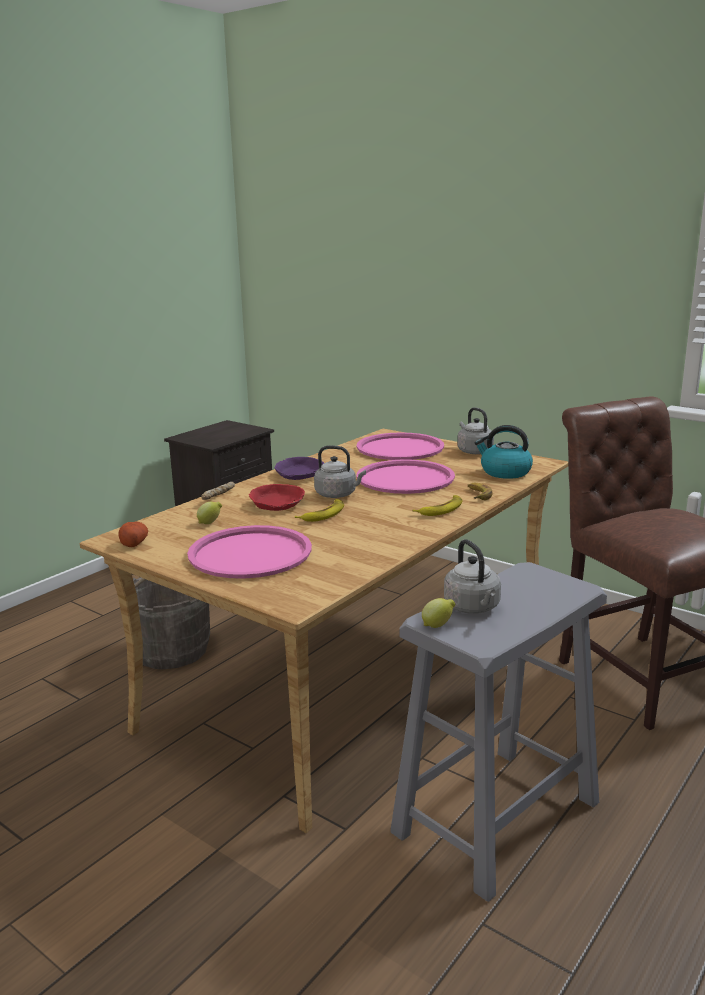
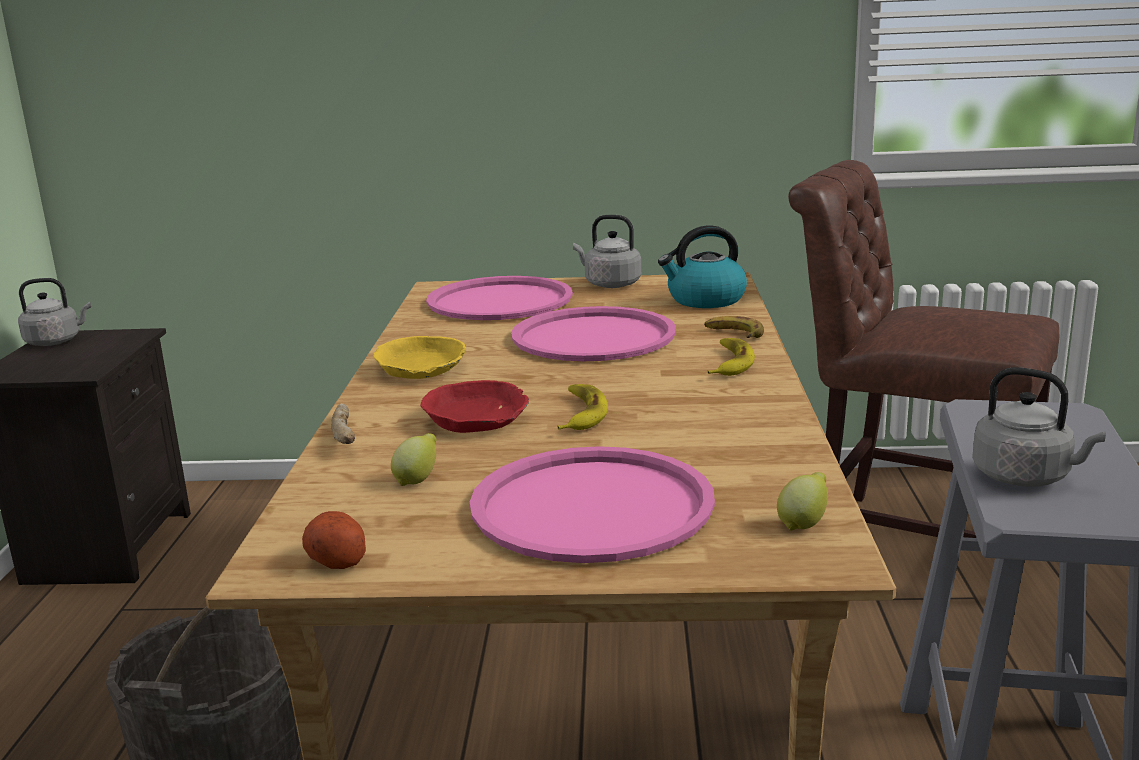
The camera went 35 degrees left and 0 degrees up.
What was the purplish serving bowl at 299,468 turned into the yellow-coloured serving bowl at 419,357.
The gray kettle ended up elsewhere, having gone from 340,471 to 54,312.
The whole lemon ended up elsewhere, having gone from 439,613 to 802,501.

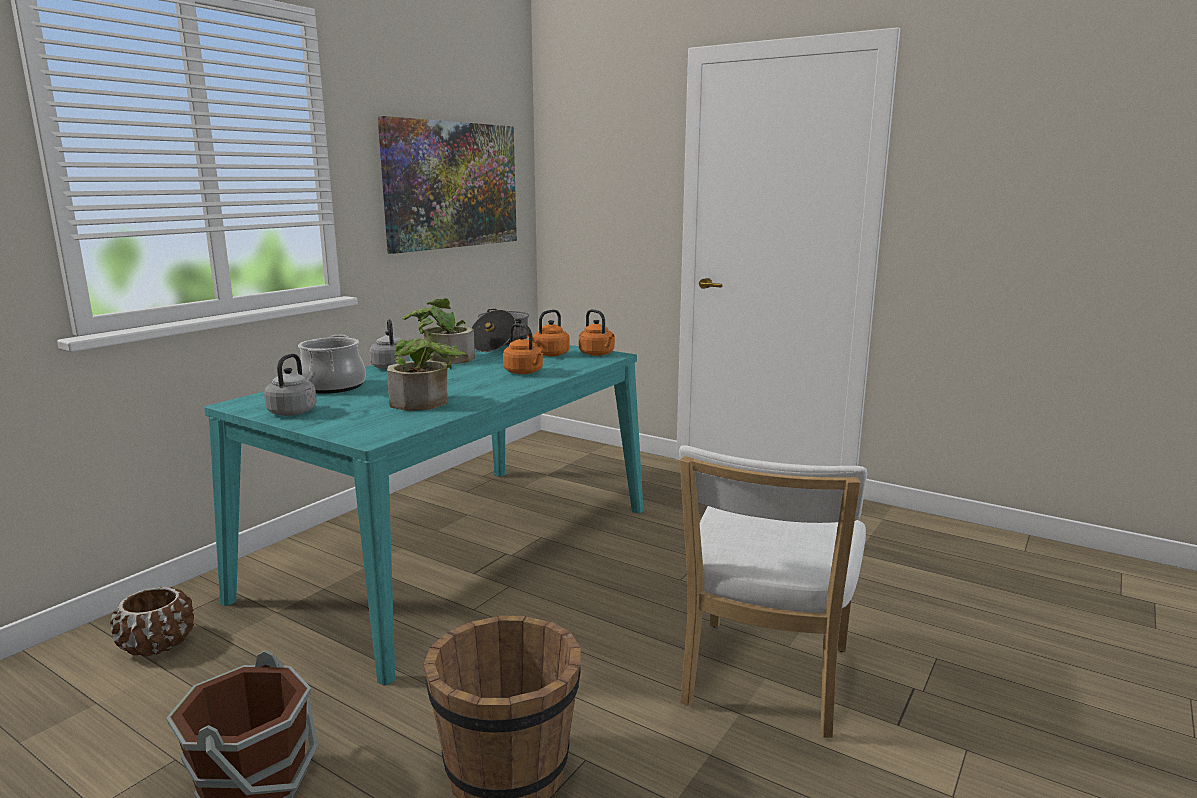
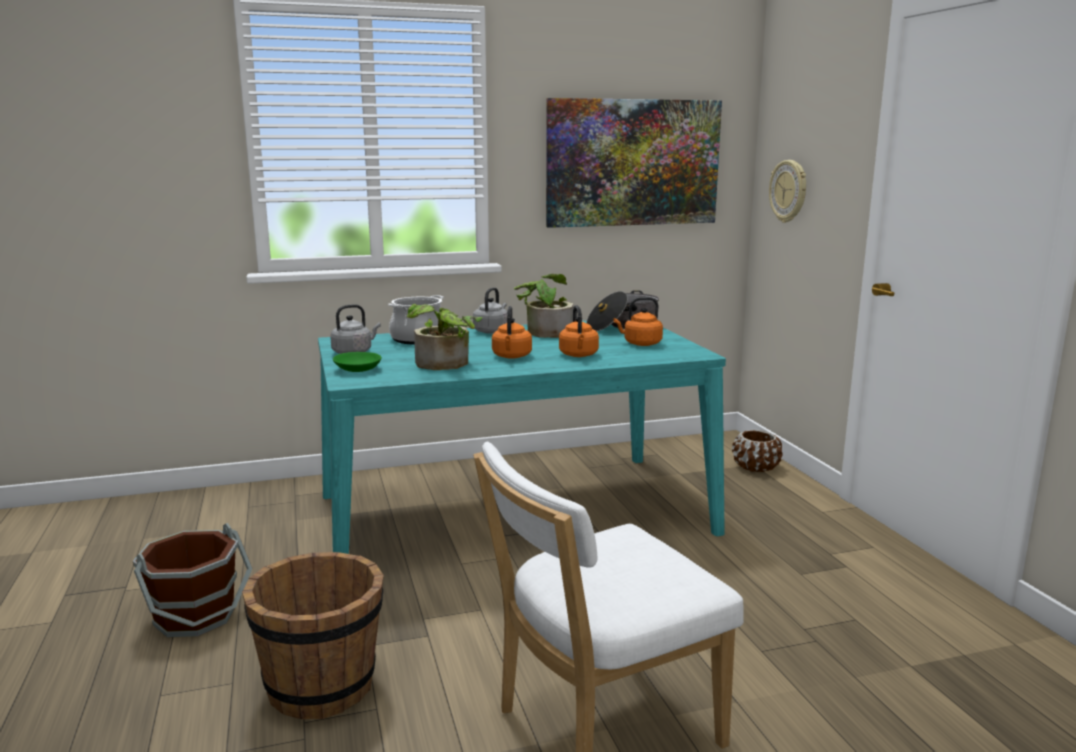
The camera went 40 degrees right and 0 degrees up.
The brownish planter ended up elsewhere, having gone from 152,622 to 757,451.
The orange-coloured kettle ended up elsewhere, having gone from 597,332 to 512,332.
The second view gained the greenish serving bowl at 357,362.
The second view gained the clock on the wall at 787,191.

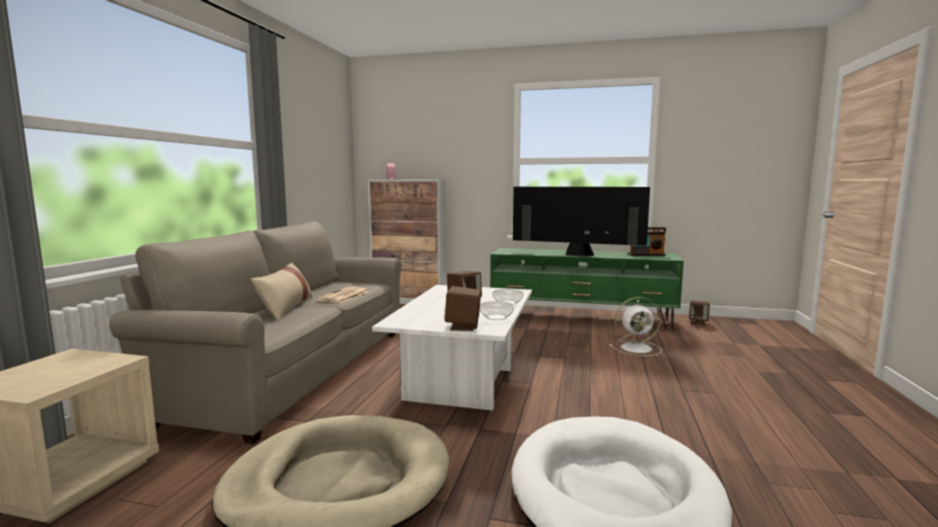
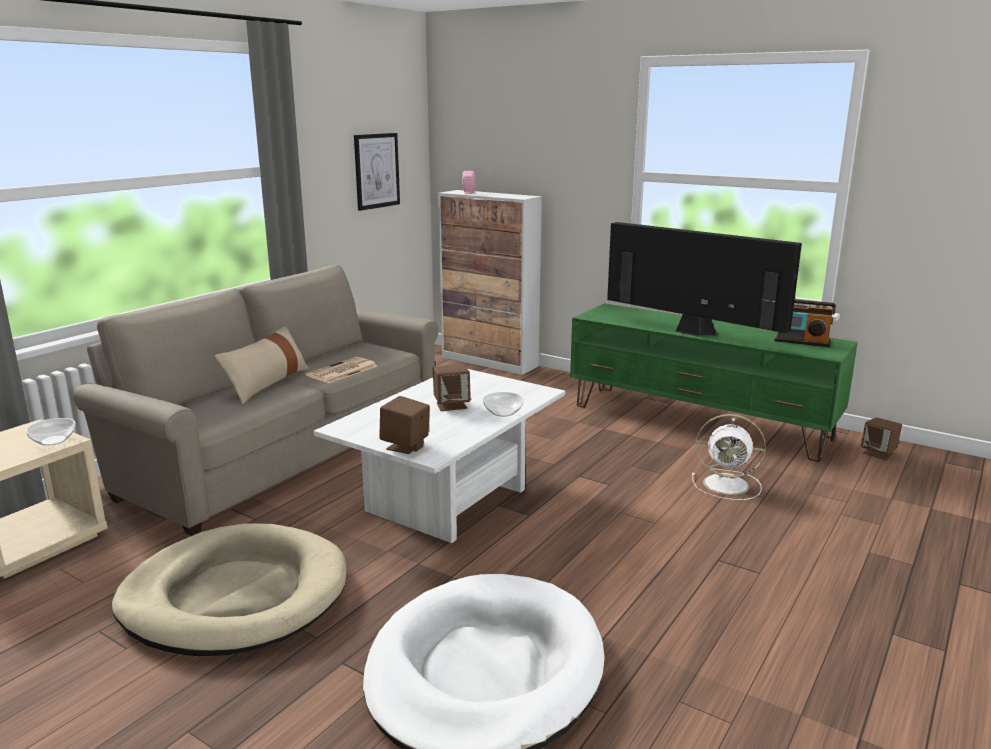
The camera went 20 degrees right and 10 degrees up.
The serving bowl ended up elsewhere, having gone from 497,310 to 51,432.
The second view gained the wall picture at 377,172.

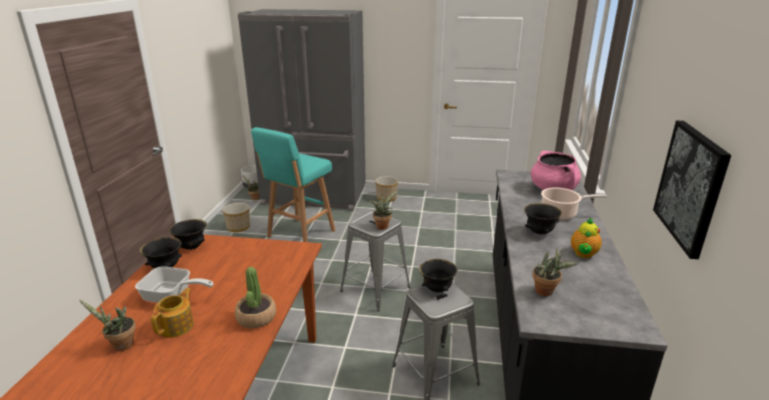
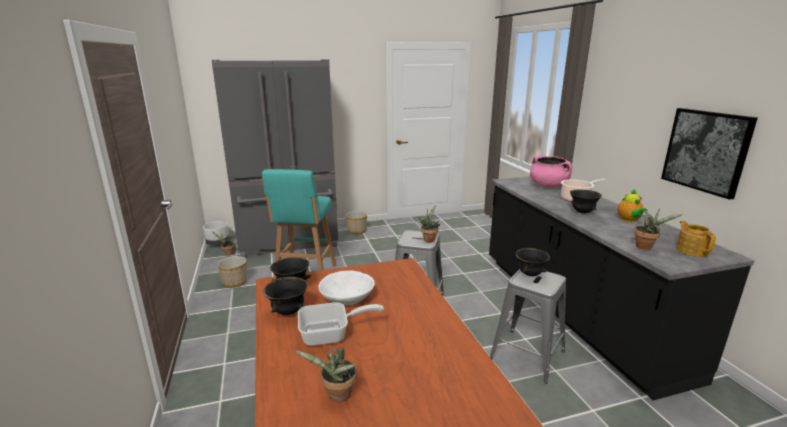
The camera went 25 degrees left and 5 degrees down.
The pot for tea ended up elsewhere, having gone from 172,313 to 696,239.
The second view lost the houseplant at 255,298.
The second view gained the whitish serving bowl at 346,288.

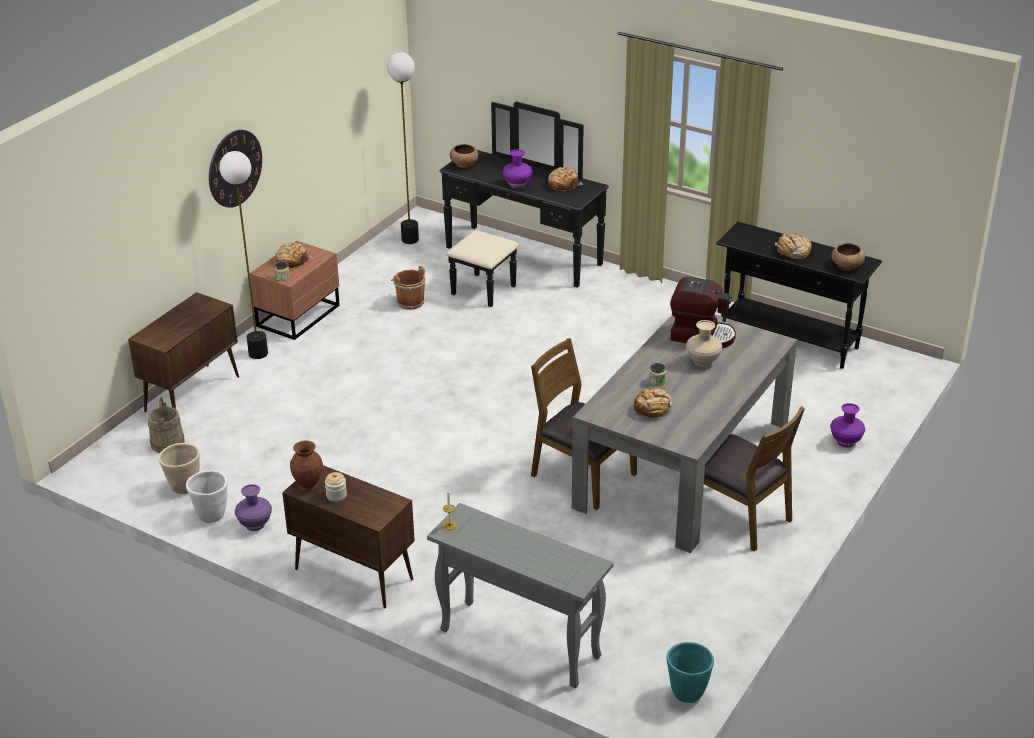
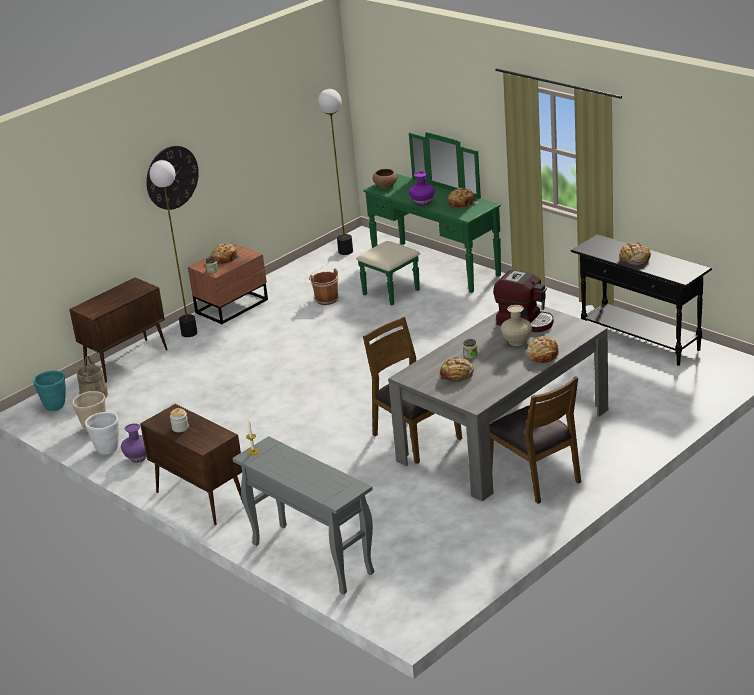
The camera went 15 degrees right and 5 degrees down.
The second view lost the brownish decorative vase at 306,465.
What was the black drawer chest at 524,204 turned into the greenish drawer chest at 428,218.
The blue-green planter ended up elsewhere, having gone from 690,672 to 49,391.
The second view lost the purplish decorative vase at 847,425.
The second view lost the brownish serving bowl at 848,257.
The second view gained the bread at 542,349.

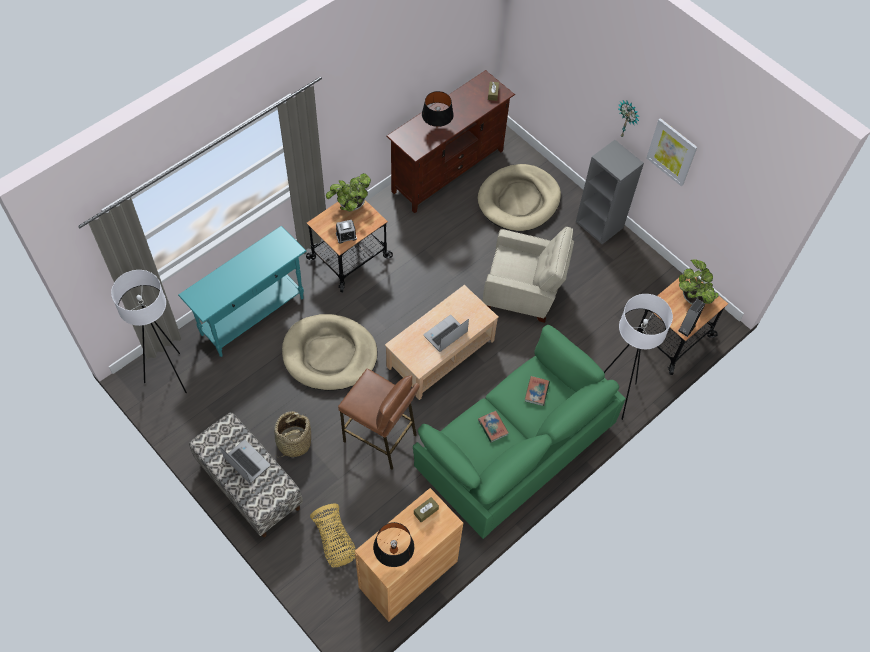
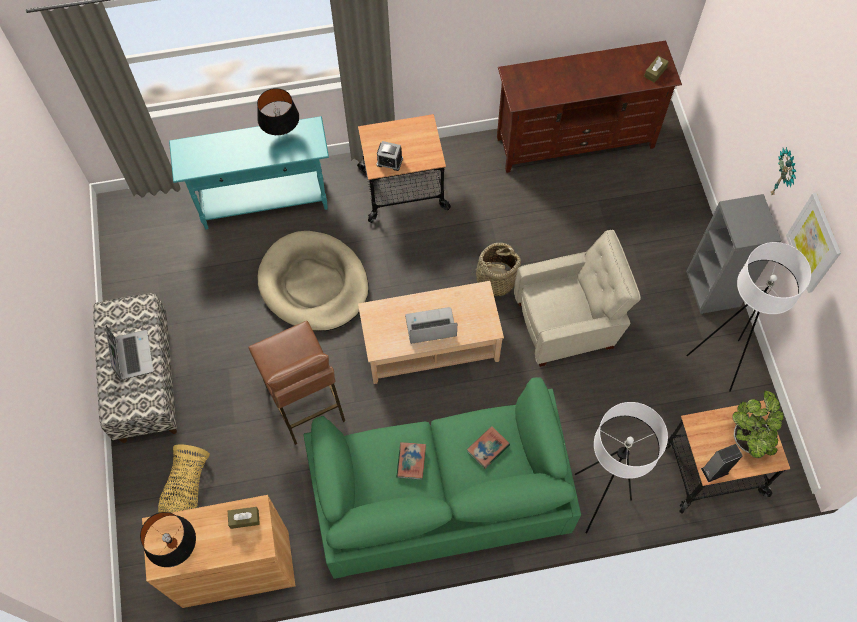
The camera went 35 degrees right and 5 degrees up.
The whitish standard lamp ended up elsewhere, having gone from 149,331 to 748,317.
The household basket ended up elsewhere, having gone from 292,434 to 498,269.
The second view lost the houseplant at 348,192.
The black lamp for a table ended up elsewhere, having gone from 438,109 to 278,111.
The second view lost the beige dog bed at 519,197.
The beige lounge chair at 528,275 ended up facing another way, 60 degrees counterclockwise from before.

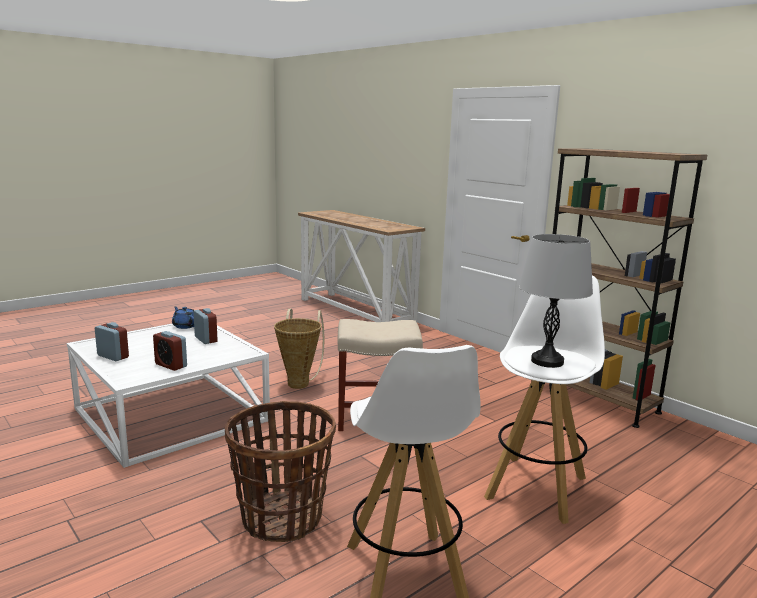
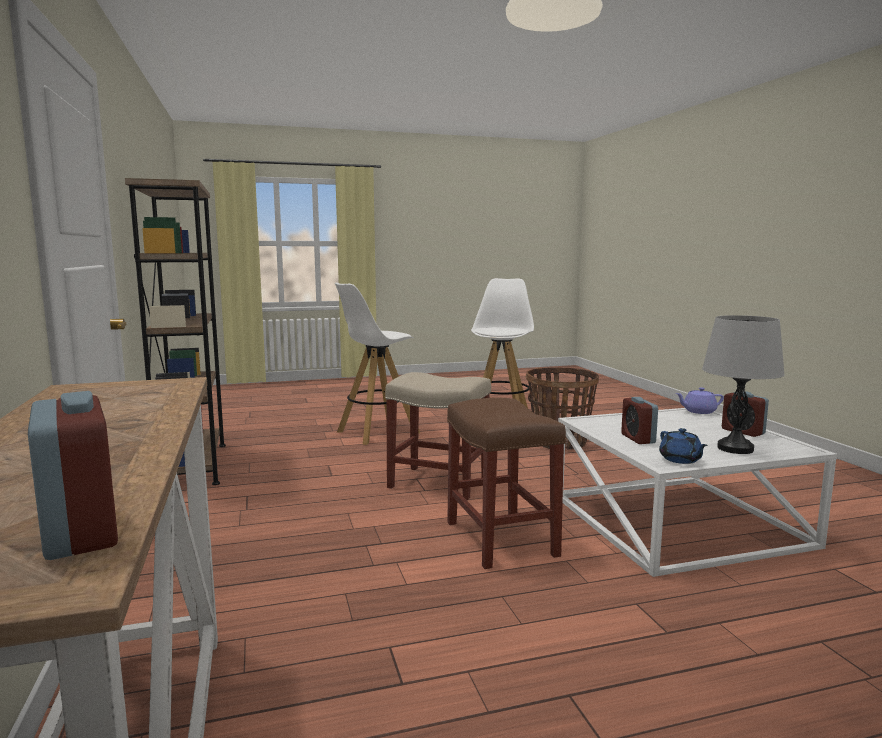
The camera went 155 degrees left and 5 degrees down.
The alarm clock ended up elsewhere, having gone from 170,351 to 73,475.
Where the household basket stood at 299,349, the brownish stool seat came to stand at 506,483.
The gray lamp for a table ended up elsewhere, having gone from 556,301 to 743,384.
The second view gained the purplish pot for tea at 699,400.

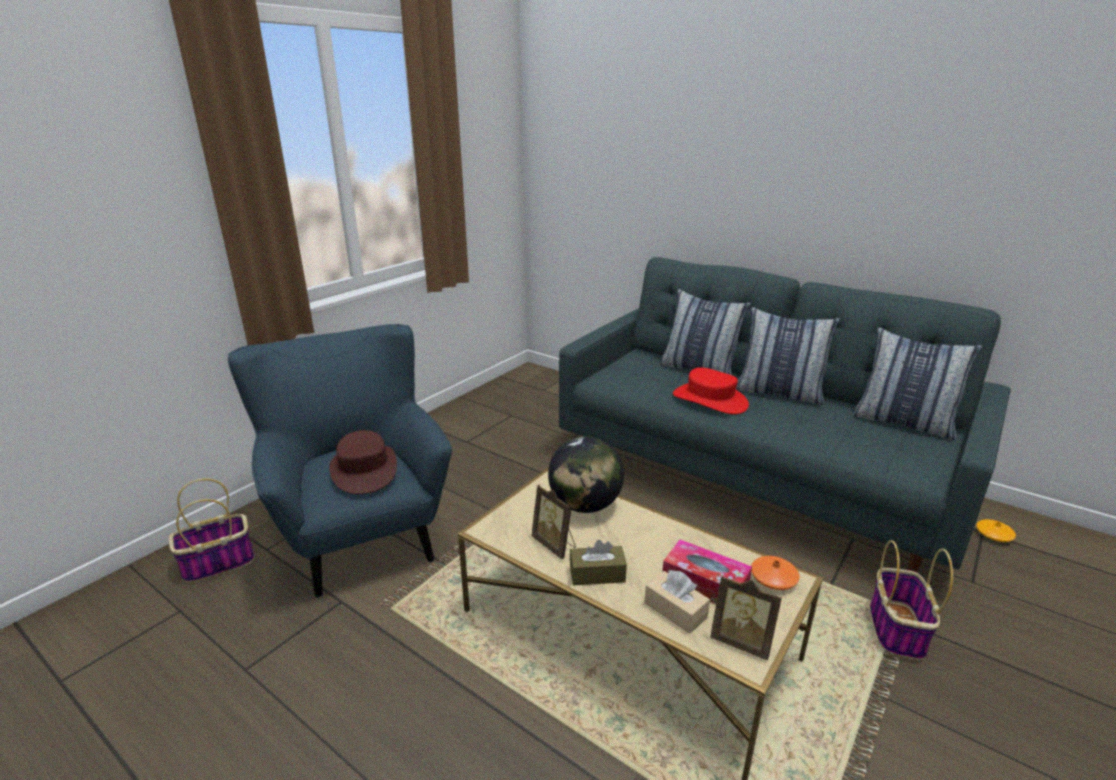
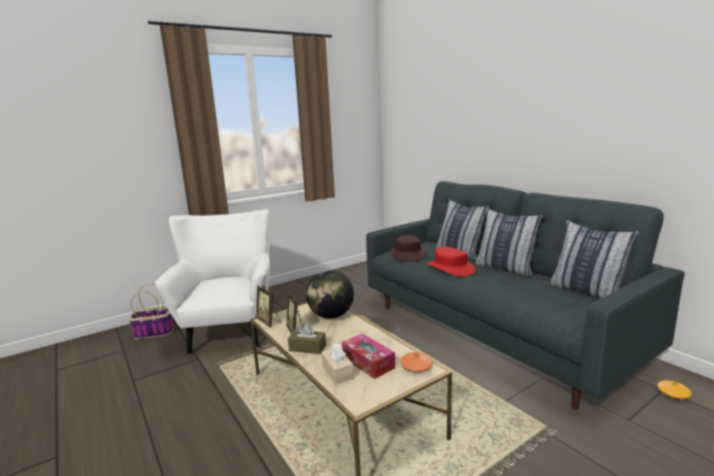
The camera went 20 degrees right and 10 degrees down.
What was the bluish lounge chair at 340,461 turned into the whitish lounge chair at 212,282.
The brownish clothing hat ended up elsewhere, having gone from 363,462 to 408,248.
The standing frame ended up elsewhere, having gone from 746,617 to 268,306.
The second view lost the household basket at 911,600.

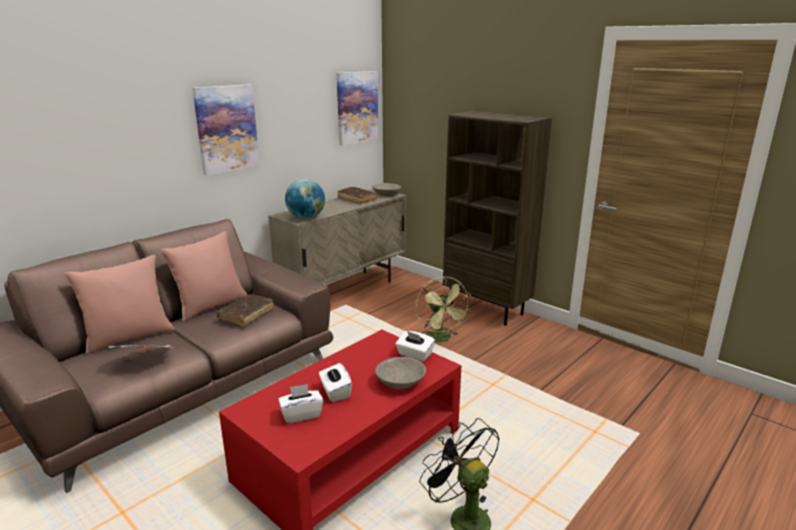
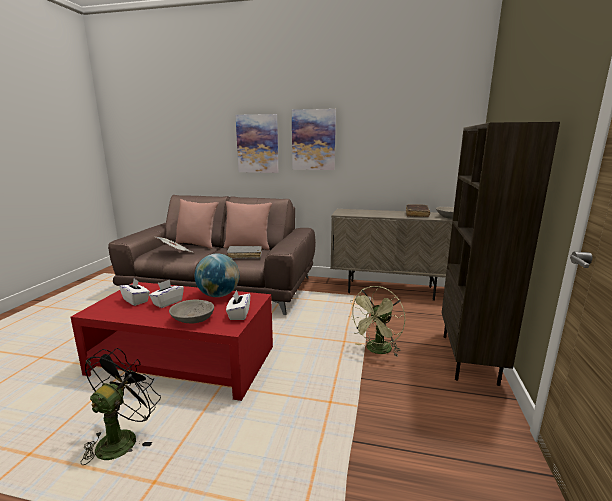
The camera went 60 degrees right and 5 degrees down.
What was the brownish book at 245,311 turned into the gray book at 244,252.
The globe ended up elsewhere, having gone from 305,199 to 216,275.
The wall picture ended up elsewhere, having gone from 357,108 to 257,143.

